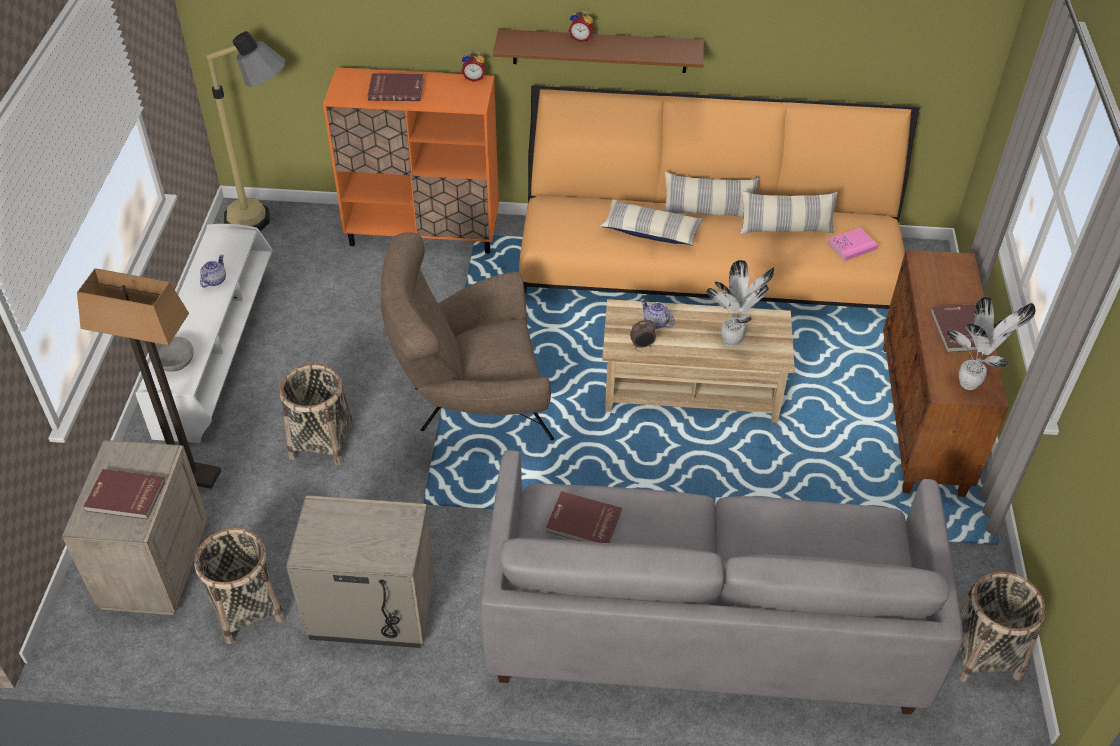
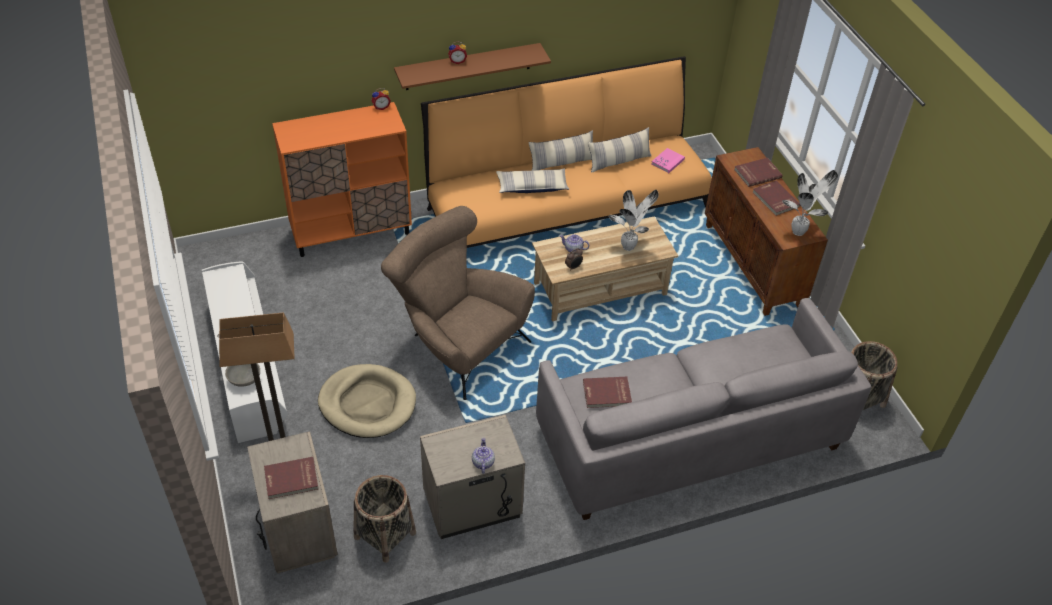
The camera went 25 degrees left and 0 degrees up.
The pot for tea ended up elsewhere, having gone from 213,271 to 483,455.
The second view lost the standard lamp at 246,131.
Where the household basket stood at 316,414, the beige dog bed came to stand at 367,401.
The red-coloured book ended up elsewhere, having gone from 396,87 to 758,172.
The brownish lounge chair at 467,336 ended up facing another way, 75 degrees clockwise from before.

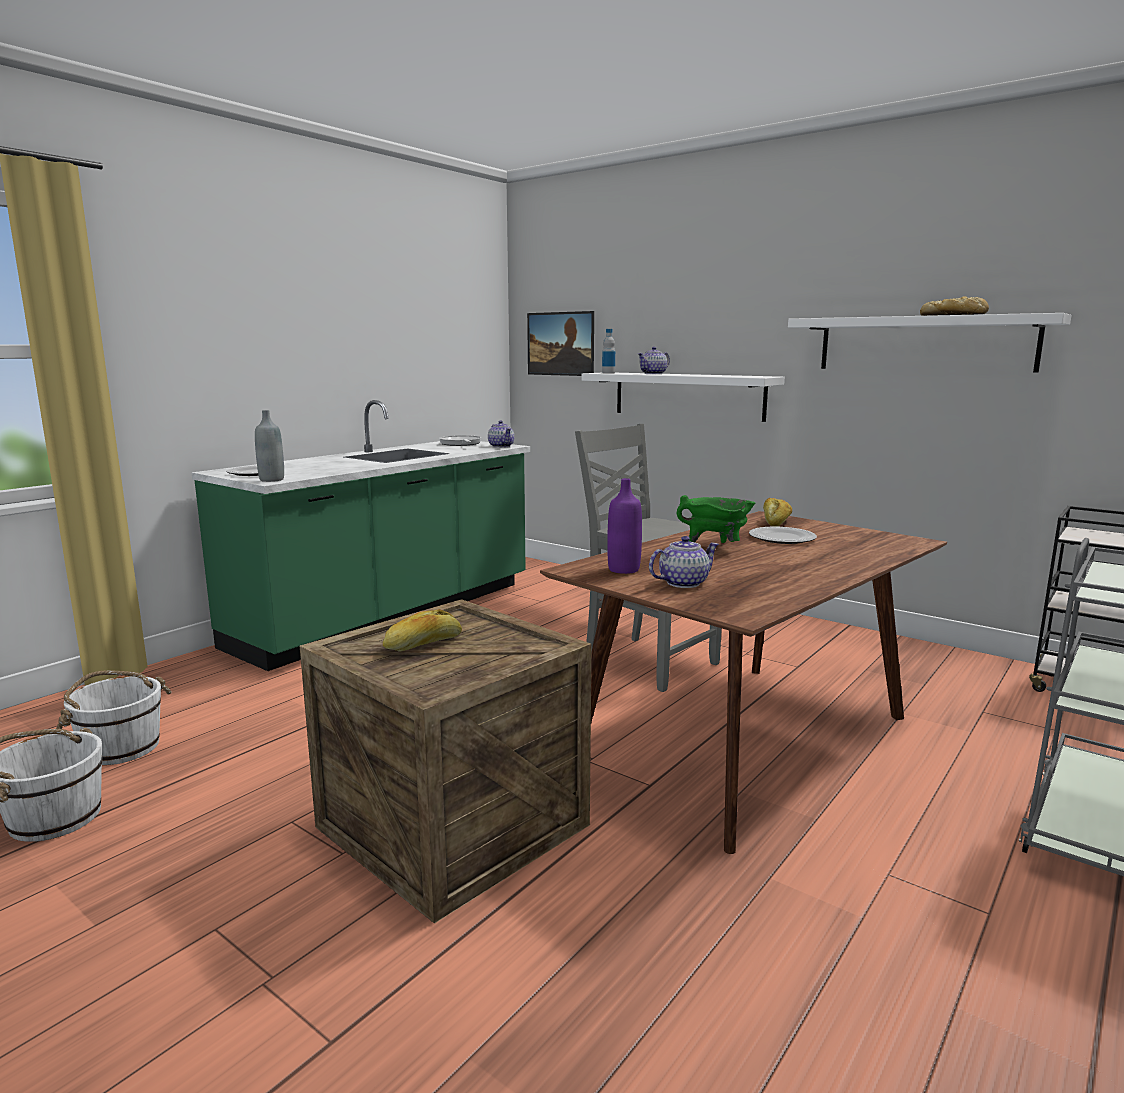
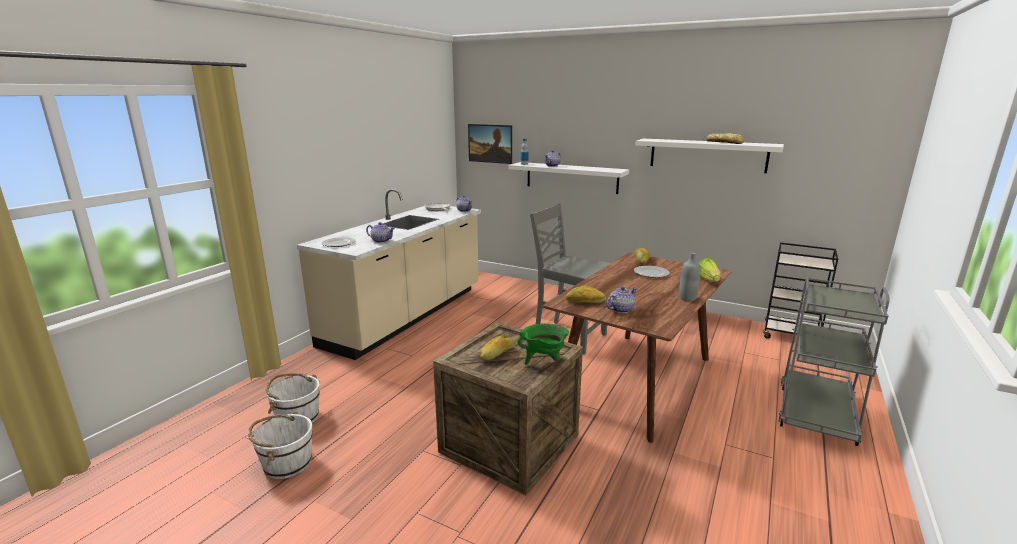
The camera went 10 degrees left and 5 degrees up.
What was the greenish counter at 360,535 turned into the beige counter at 389,274.
The gray drink bottle ended up elsewhere, having gone from 269,446 to 689,277.
Where the purplish drink bottle stood at 624,526, the bread came to stand at 586,294.
The greenish saucepot ended up elsewhere, having gone from 716,519 to 543,344.
The second view gained the pot for tea at 380,232.
The second view gained the lettuce head at 709,270.

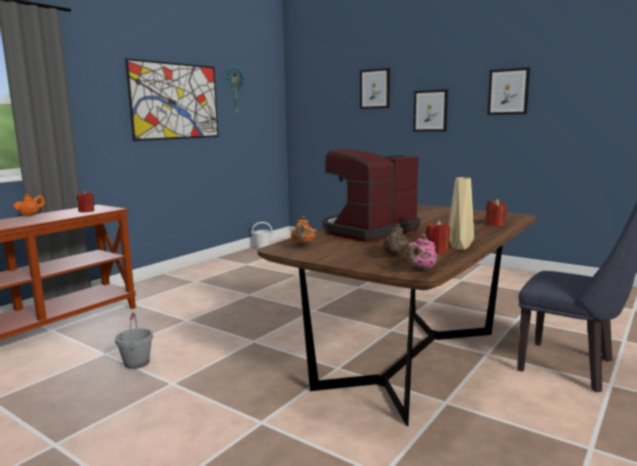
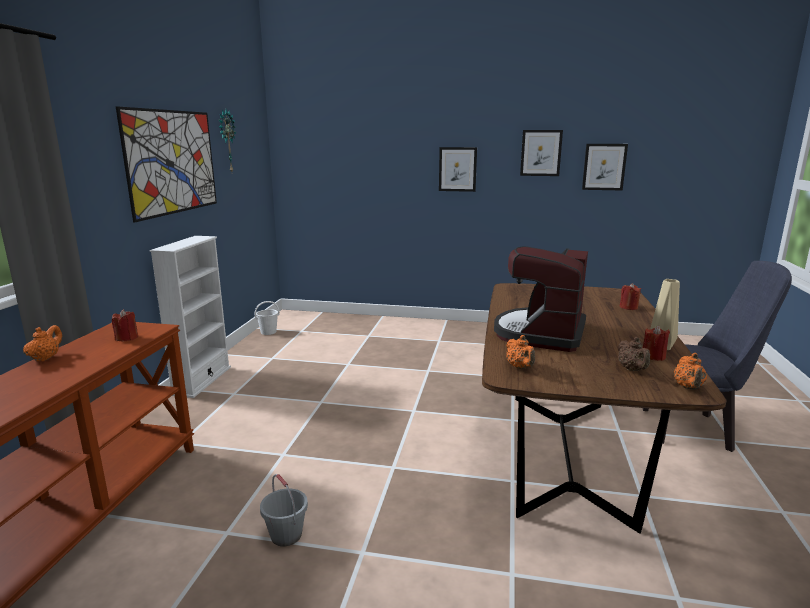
The camera went 25 degrees left and 5 degrees up.
The wall picture ended up elsewhere, having gone from 375,88 to 605,167.
What was the pink-coloured pot for tea at 421,252 turned into the orange-coloured pot for tea at 690,371.
The second view gained the whitish bookshelf at 190,317.

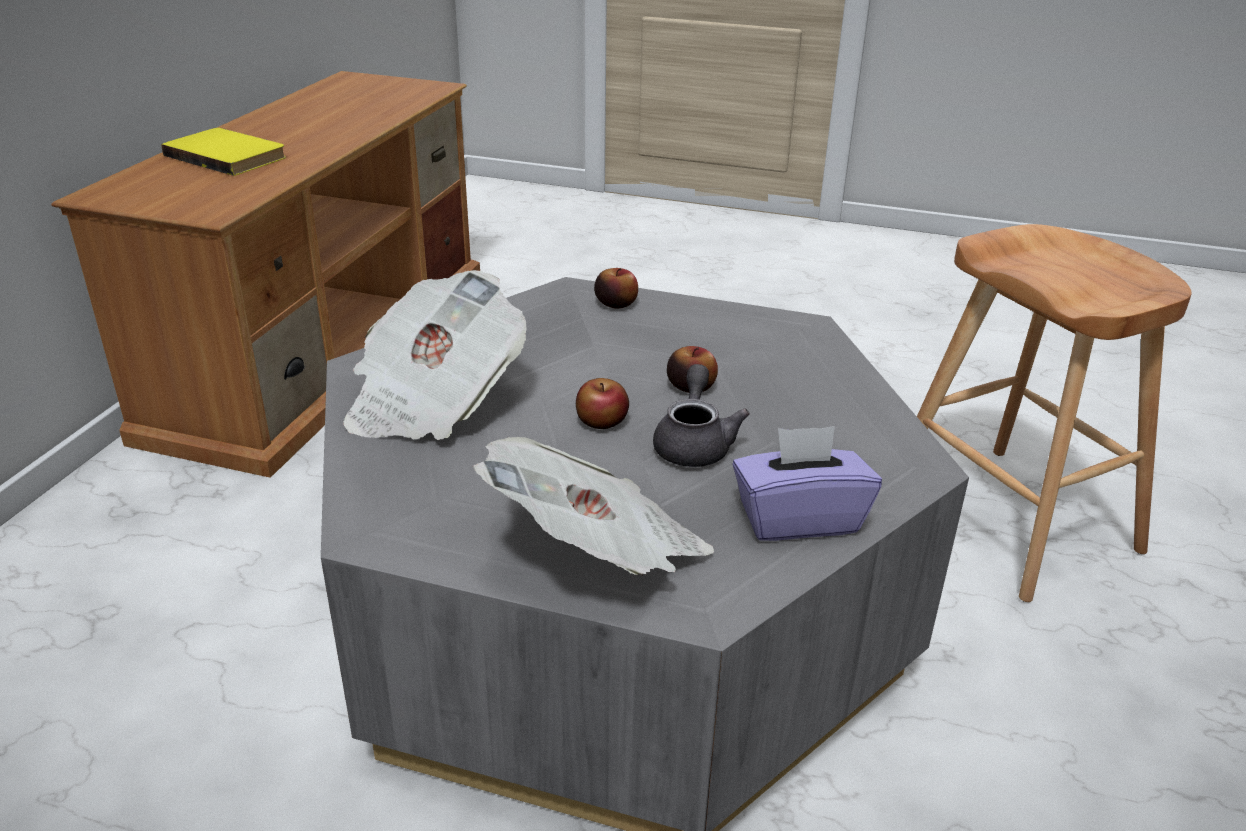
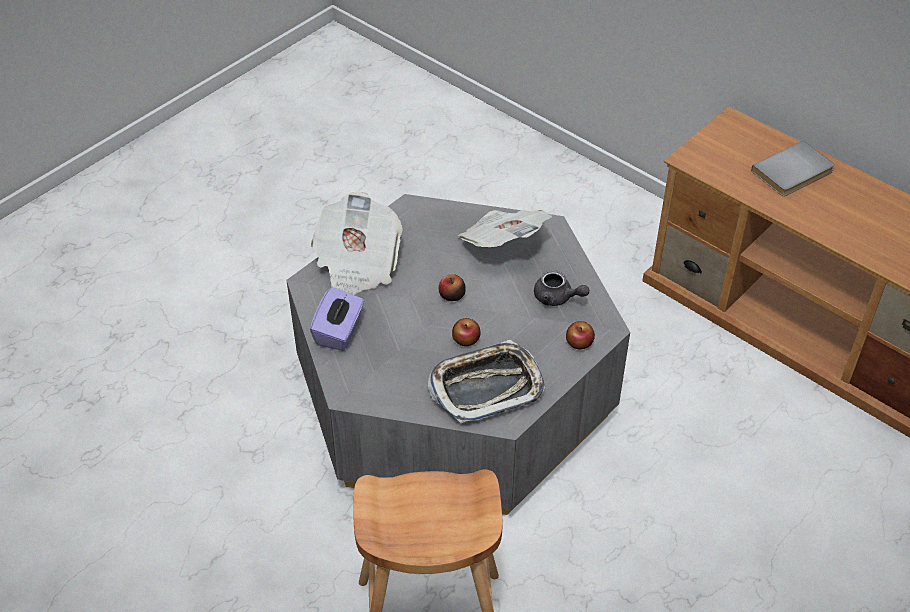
The camera went 115 degrees right and 15 degrees up.
What was the yellow-coloured book at 223,152 turned into the gray book at 793,168.
The gray pot for tea ended up elsewhere, having gone from 701,415 to 561,288.
The second view gained the tray at 487,381.

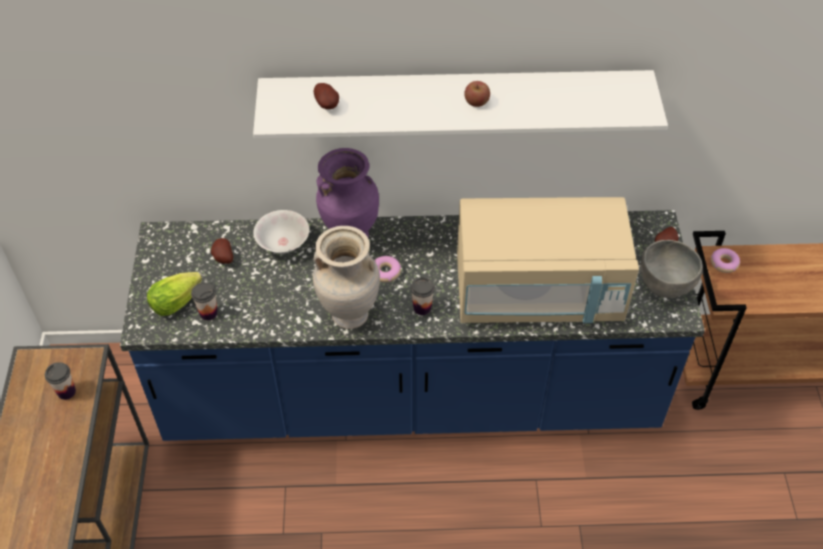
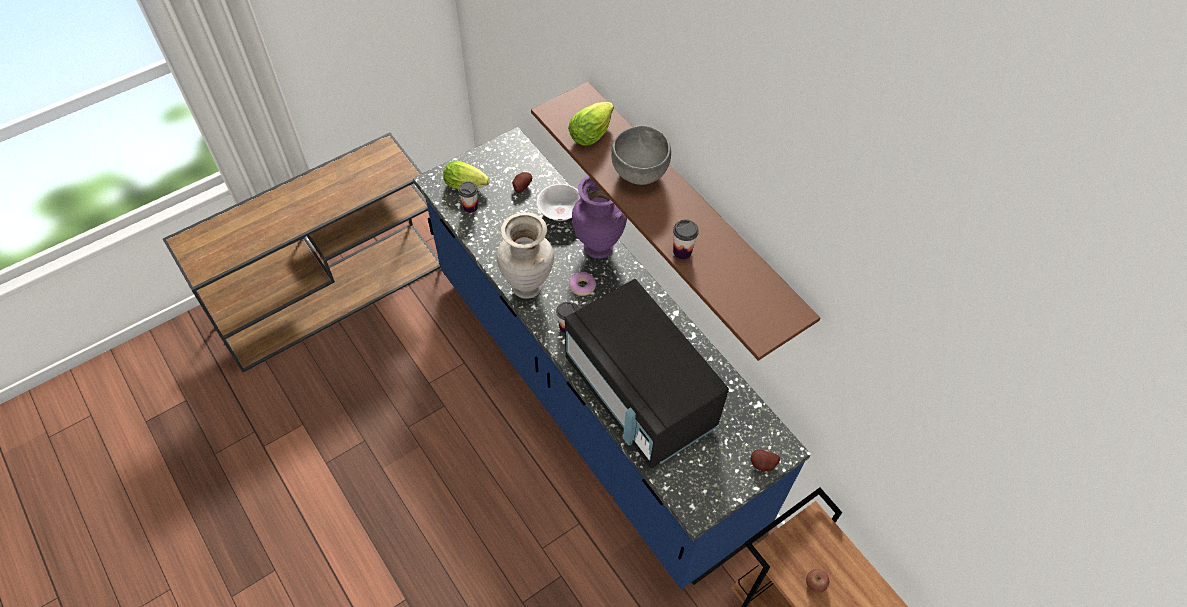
The camera went 55 degrees right and 5 degrees up.
The drinking cup ended up elsewhere, having gone from 60,381 to 686,239.
What was the whitish wall shelf at 460,104 turned into the brownish wall shelf at 675,221.
Where the potato stood at 326,96, the lettuce head came to stand at 591,124.
What was the beige kitchen microwave at 548,260 turned into the black kitchen microwave at 647,374.
The whole apple ended up elsewhere, having gone from 477,94 to 817,581.
The gray serving bowl ended up elsewhere, having gone from 671,269 to 641,155.
The second view lost the doughnut at 725,260.

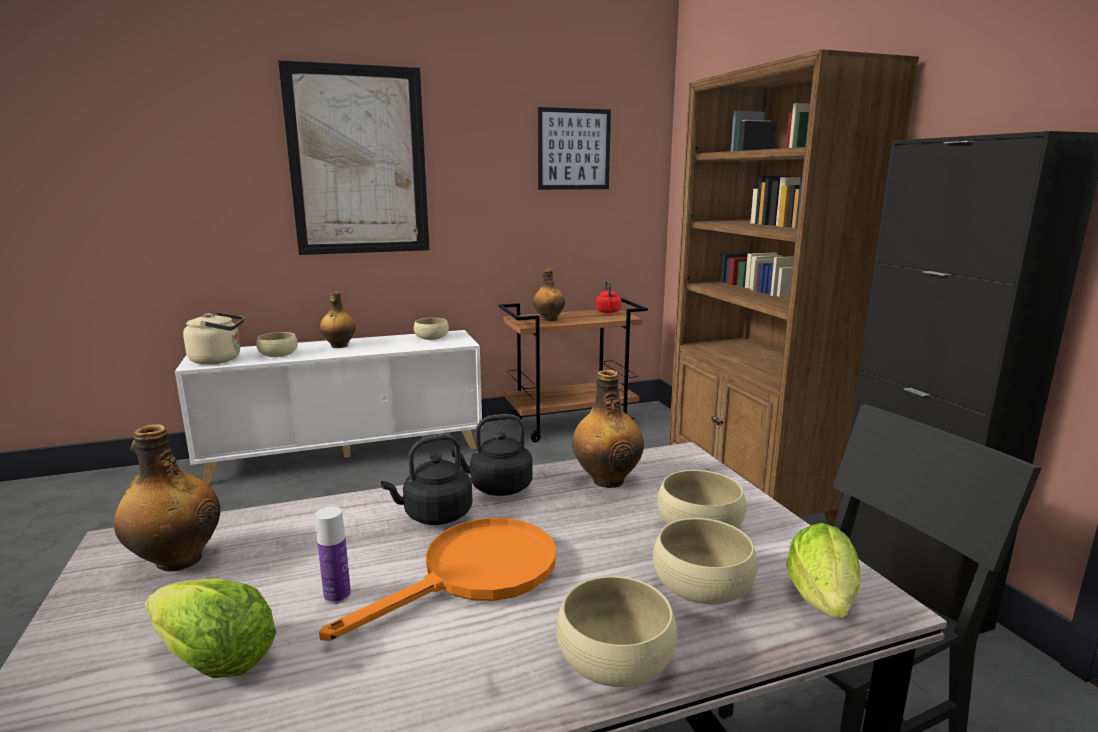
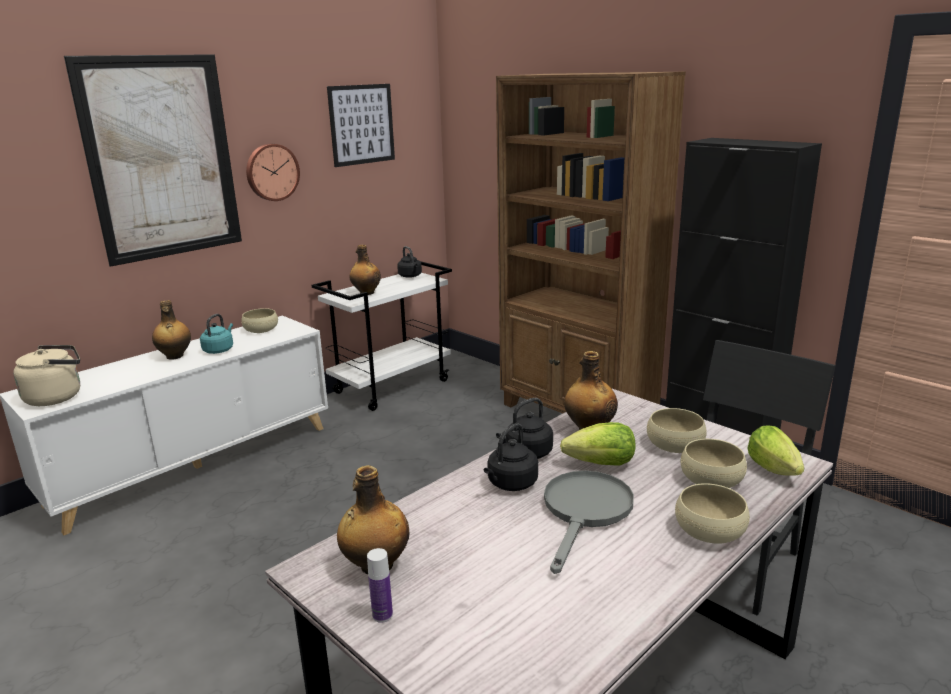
The camera went 25 degrees left and 5 degrees up.
The lettuce head ended up elsewhere, having gone from 211,628 to 597,444.
The second view lost the beige serving bowl at 277,344.
The drink bottle ended up elsewhere, having gone from 333,555 to 380,585.
What was the orange-coloured pan at 437,579 turned into the gray pan at 589,522.
What was the brownish trolley at 573,370 turned into the whitish trolley at 382,336.
What was the red-coloured kettle at 609,296 turned into the black kettle at 409,262.
The second view gained the blue-green kettle at 216,334.
The second view gained the clock on the wall at 273,172.

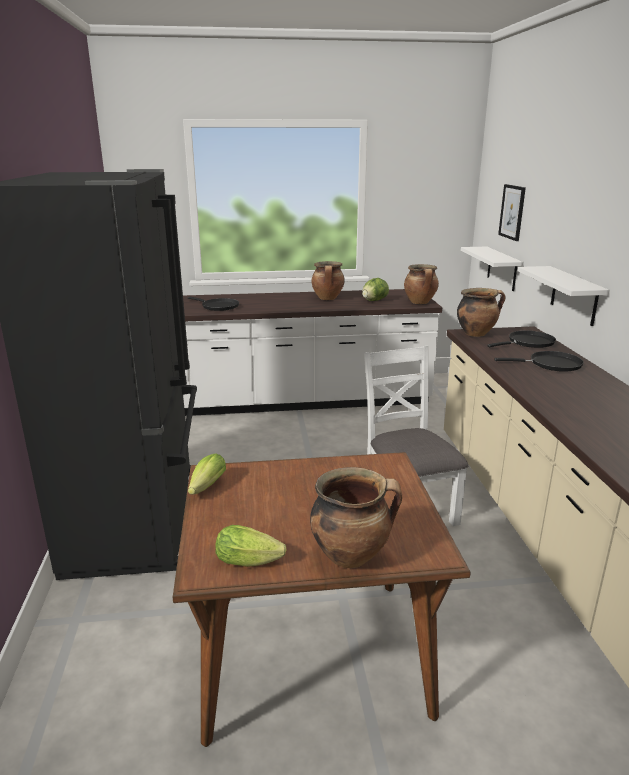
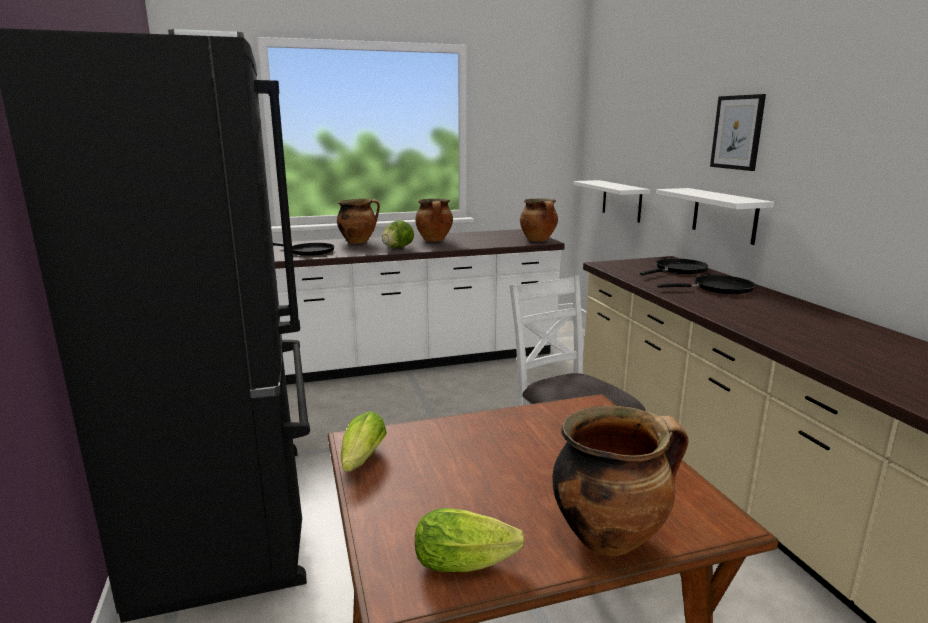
The camera went 10 degrees left and 5 degrees down.
The lettuce head ended up elsewhere, having gone from 375,289 to 398,234.
The saucepot ended up elsewhere, having gone from 481,312 to 358,221.
The wall picture ended up elsewhere, having gone from 512,212 to 738,132.

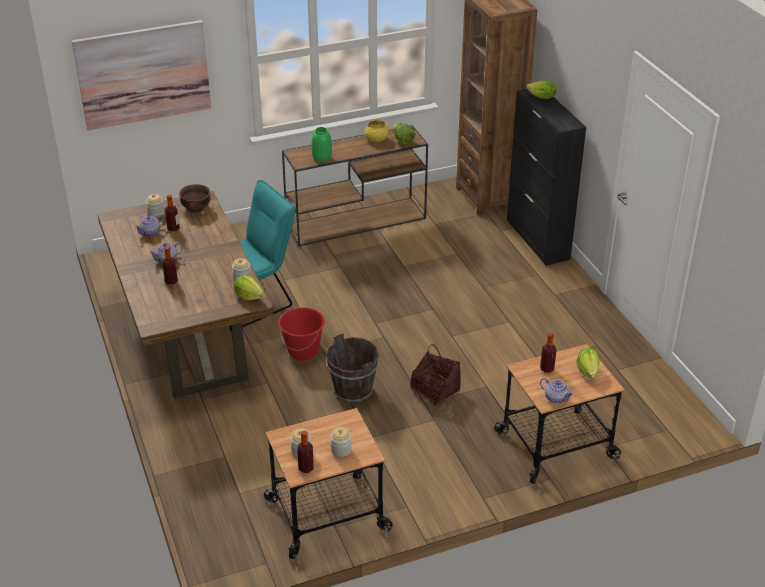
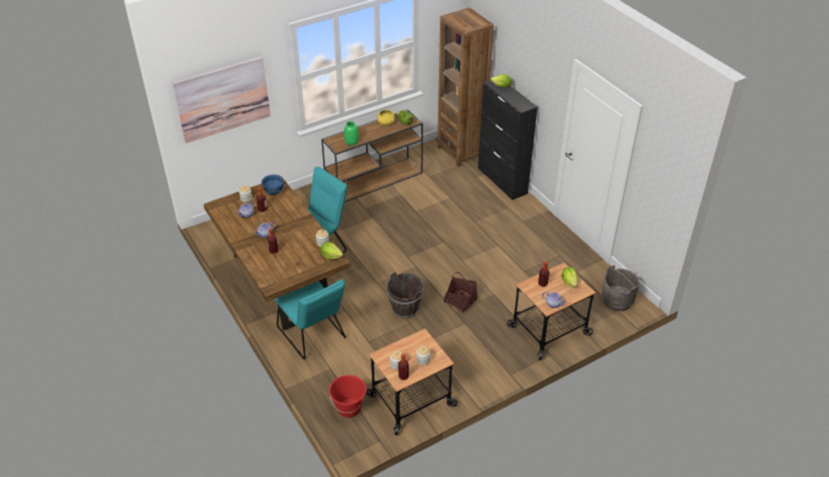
The camera went 10 degrees left and 5 degrees up.
What was the brownish serving bowl at 195,198 turned into the bluish serving bowl at 272,184.
The red-coloured water bucket ended up elsewhere, having gone from 301,333 to 347,396.
The second view gained the blue-green plain chair at 310,319.
The second view gained the gray water bucket at 621,288.

